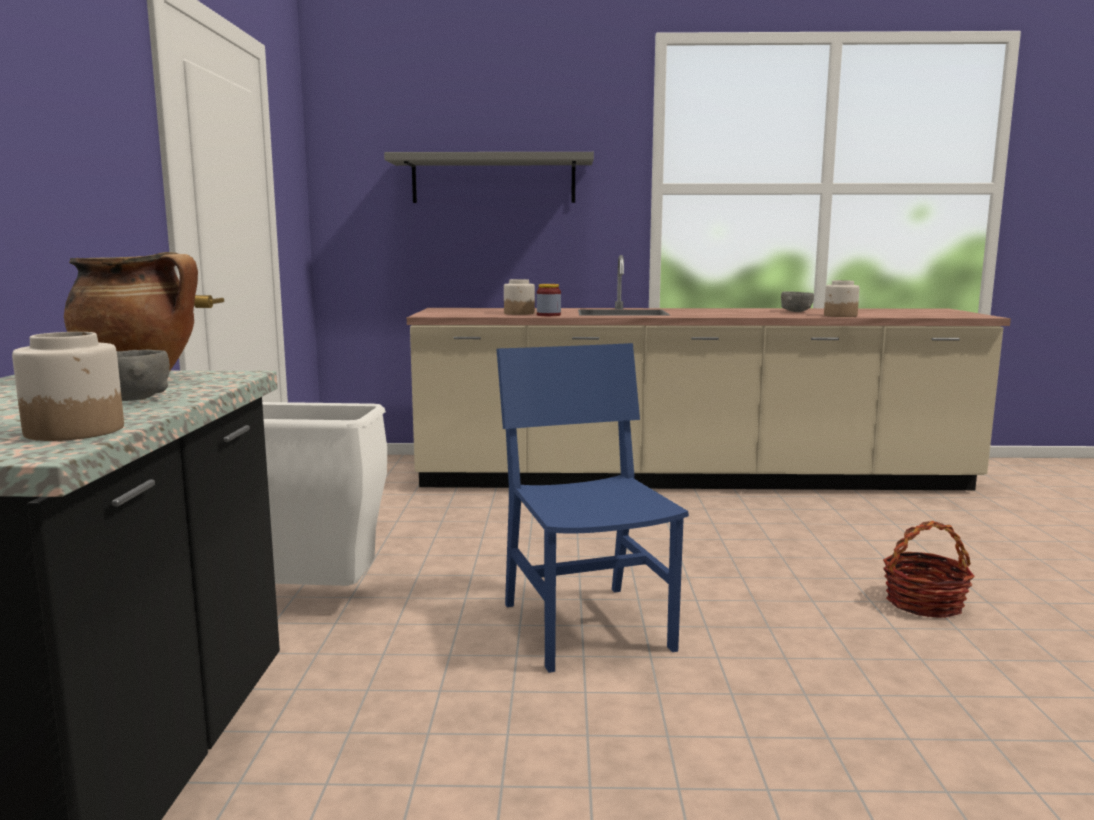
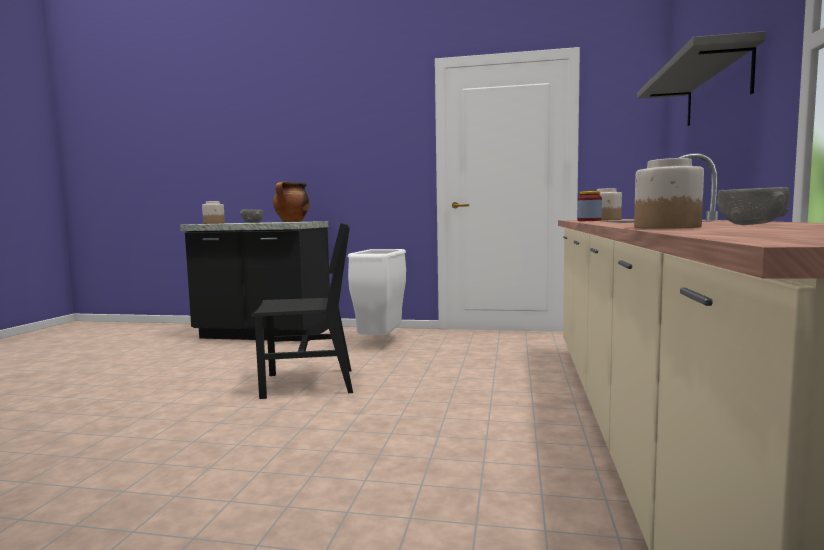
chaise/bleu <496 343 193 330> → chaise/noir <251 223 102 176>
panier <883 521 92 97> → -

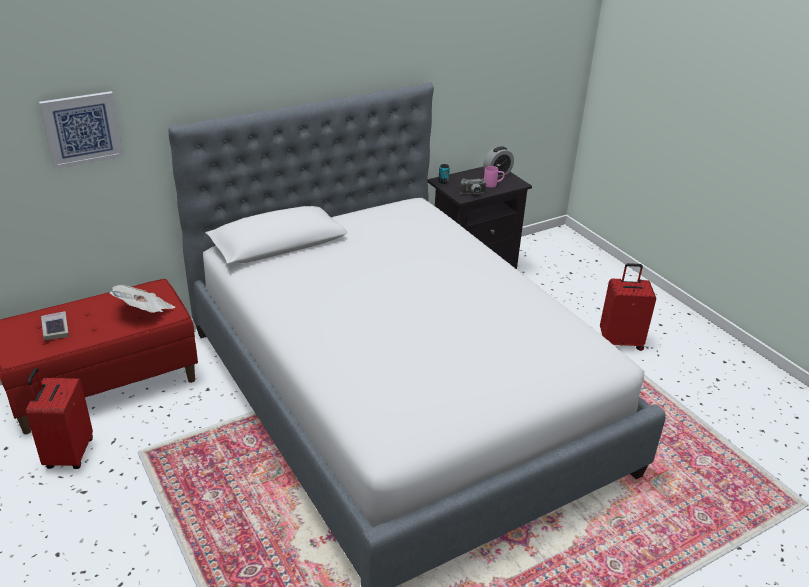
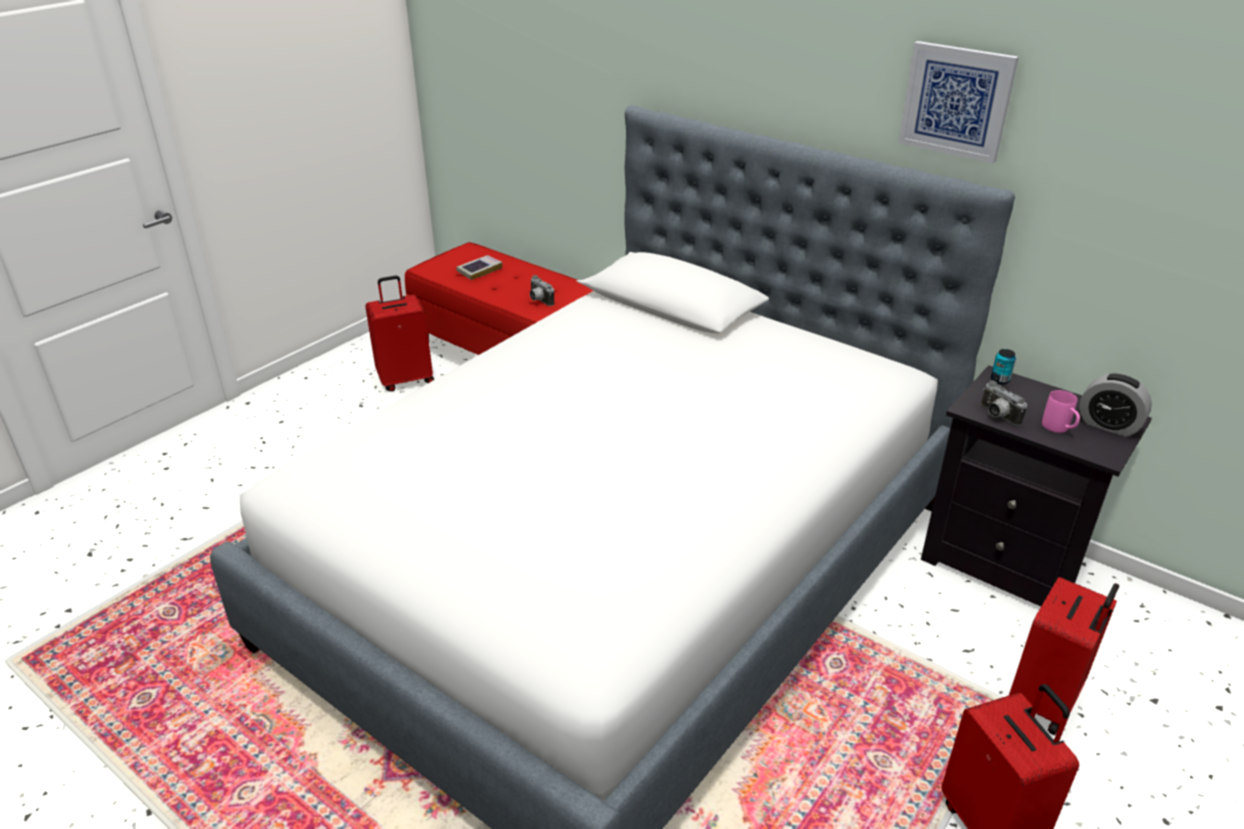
tableau <39 91 85 78> → tableau <898 41 121 122>, shifted
journal <109 285 66 28> → appareil photo <530 275 24 31>
- → valise/rouge <1009 577 110 158>

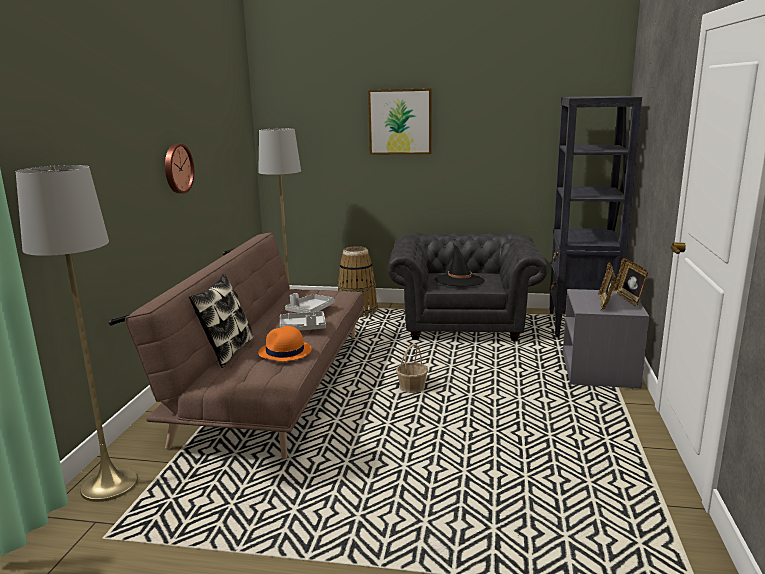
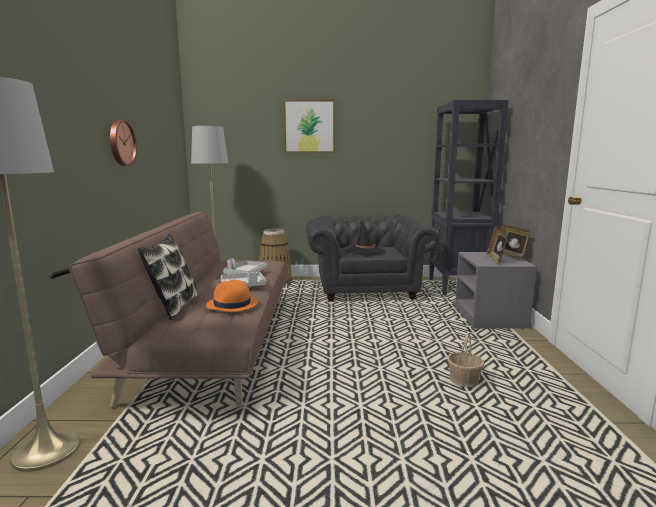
panier <396 344 32 49> → panier <447 332 37 55>, shifted

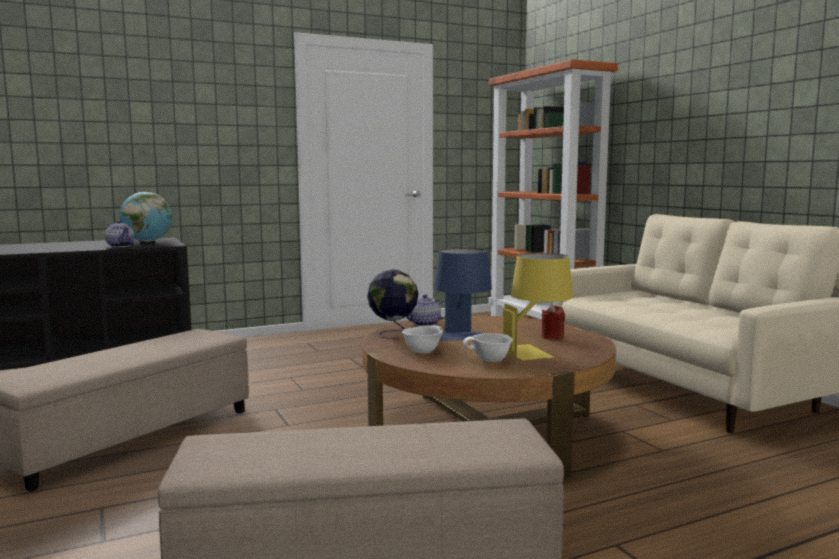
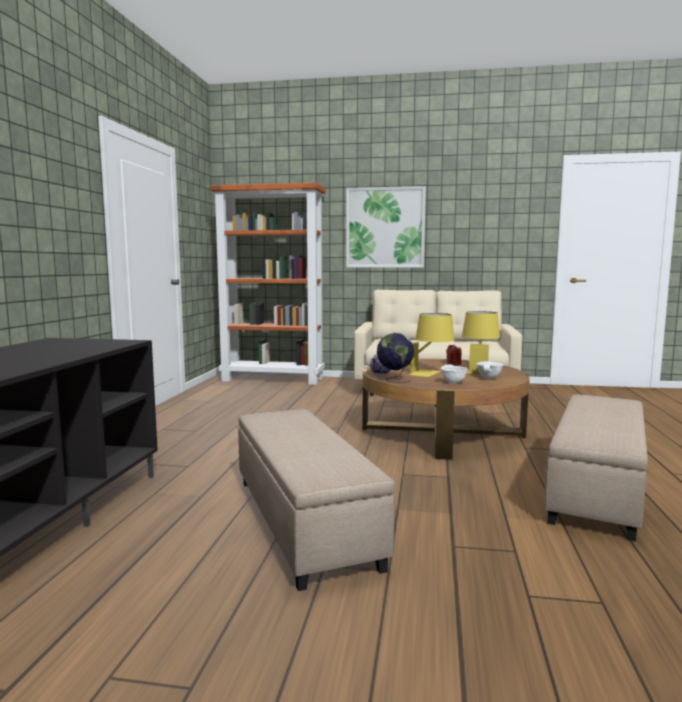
globe <120 192 52 50> → -
théière <105 220 29 27> → -
lampe de table/bleu <434 248 58 93> → lampe de table/jaune <409 313 46 64>
- → tableau <346 186 80 82>

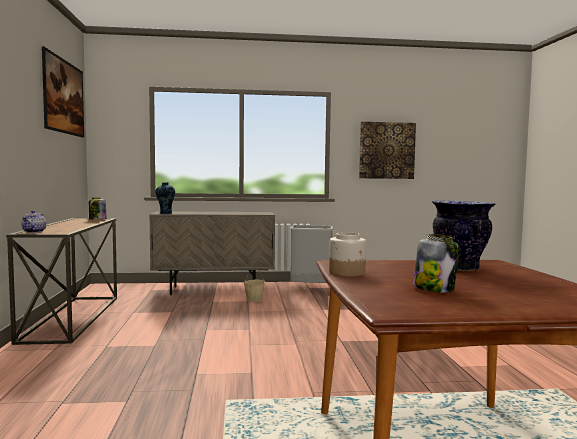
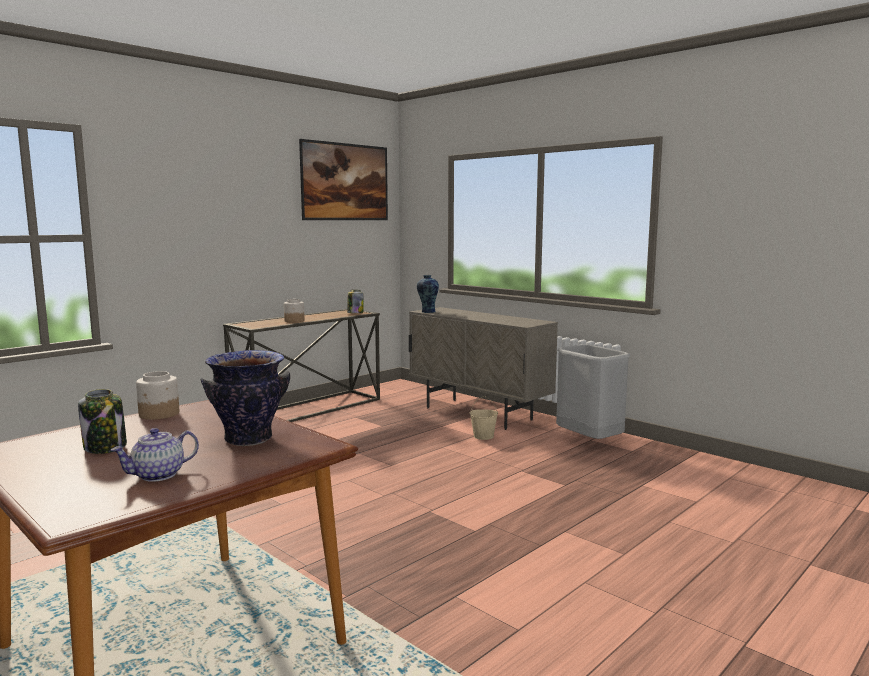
tableau <359 122 57 57> → -
théière <21 210 25 23> → théière <111 428 88 54>, shifted
- → bocal <284 299 21 23>

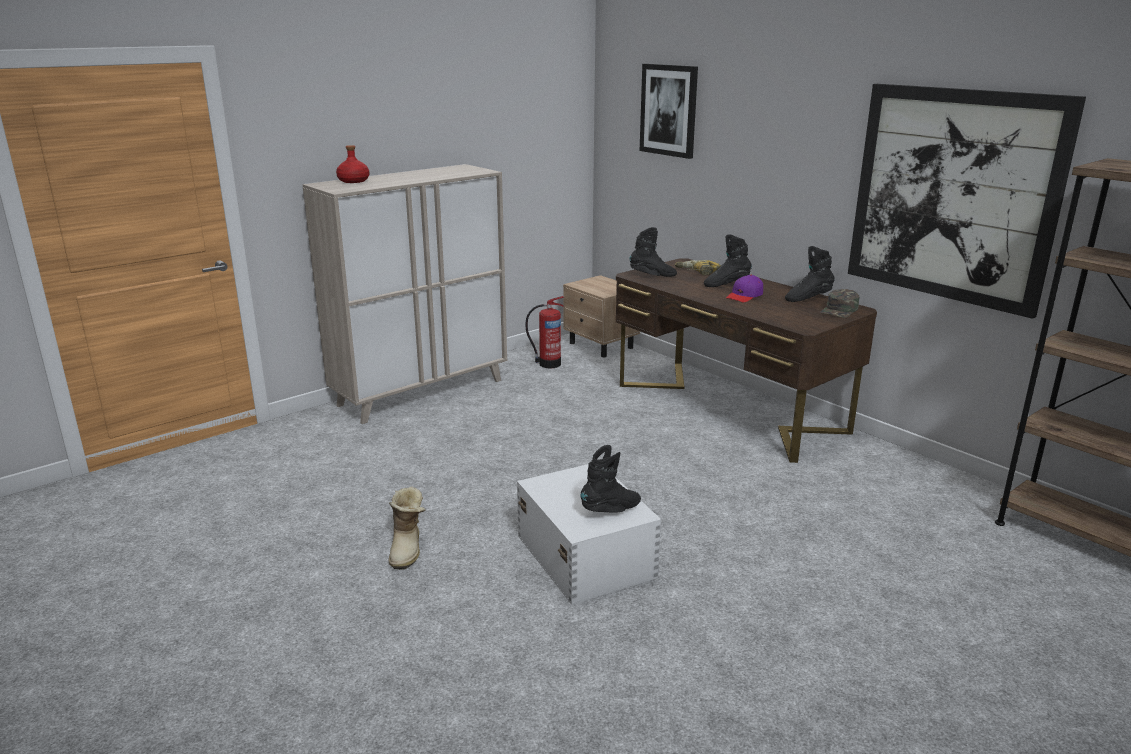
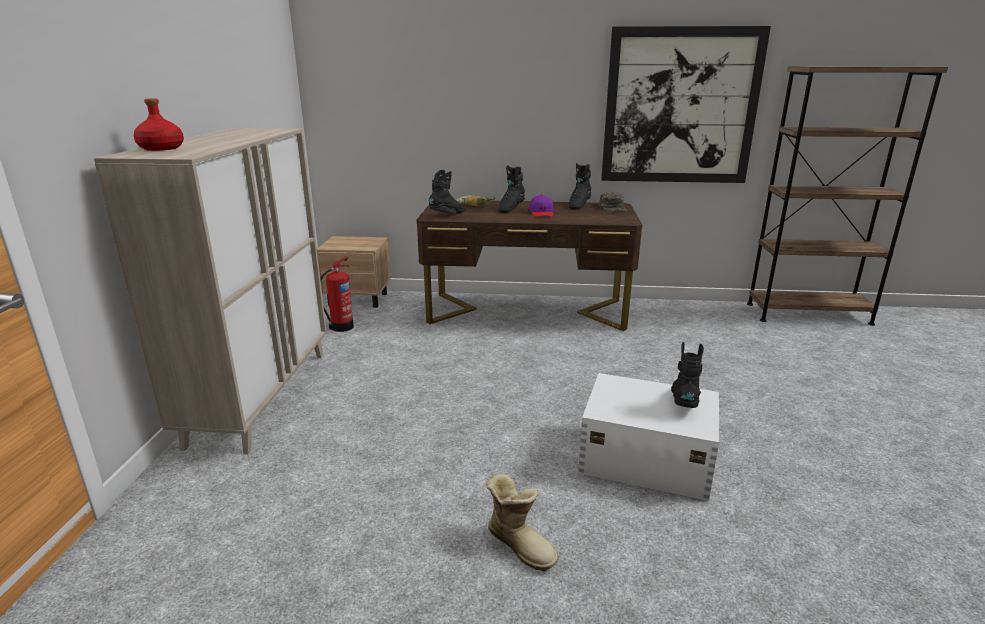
tableau <640 64 58 95> → -

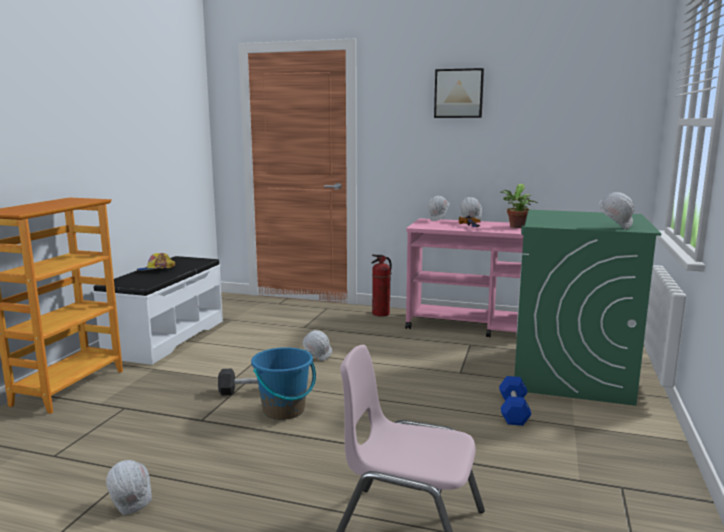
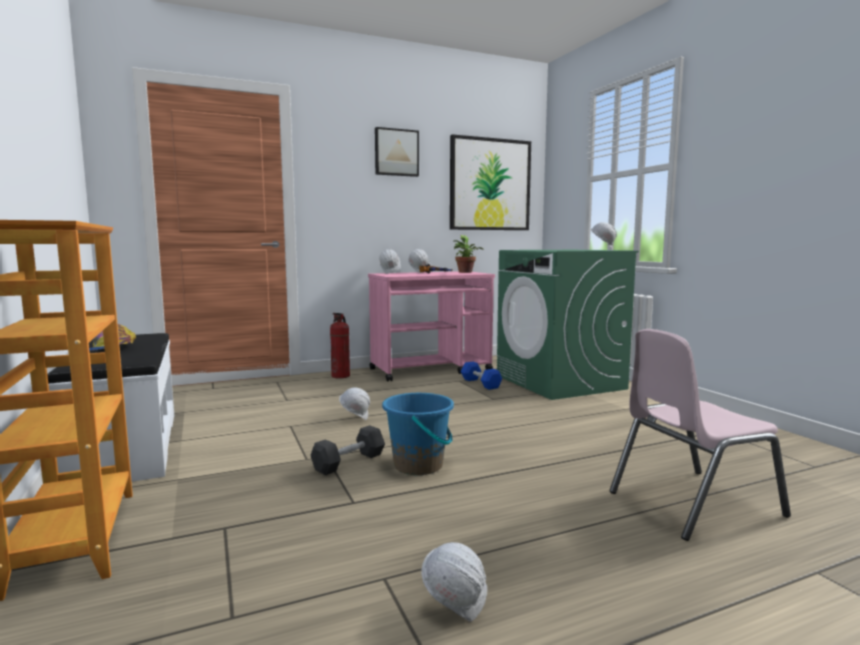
haltère/bleu <499 376 32 50> → haltère/bleu <461 362 42 28>, shifted
- → tableau <450 134 81 96>

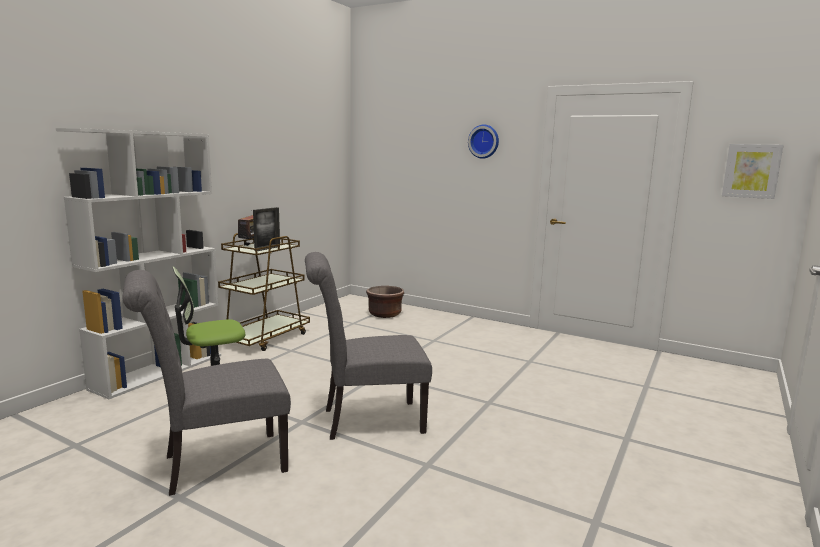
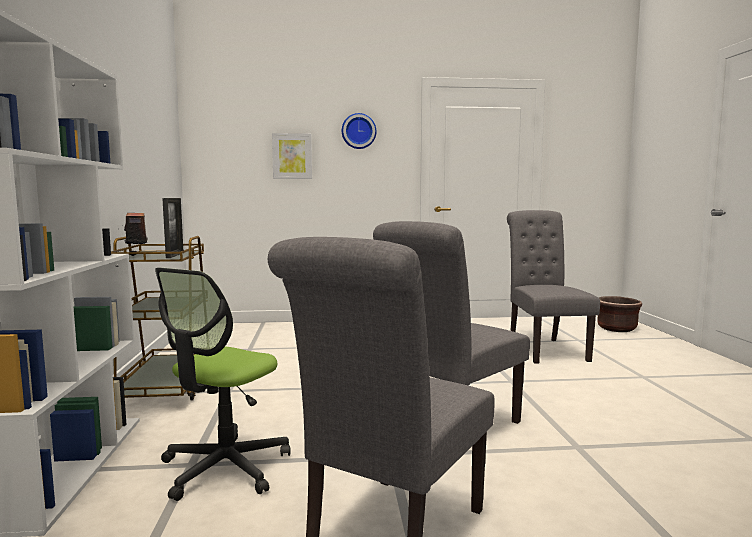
tableau <722 144 62 55> → tableau <272 133 40 46>, shifted
cache-pot/marron <366 286 38 32> → cache-pot/marron <597 296 45 36>, shifted
- → chaise/gris <507 210 93 154>

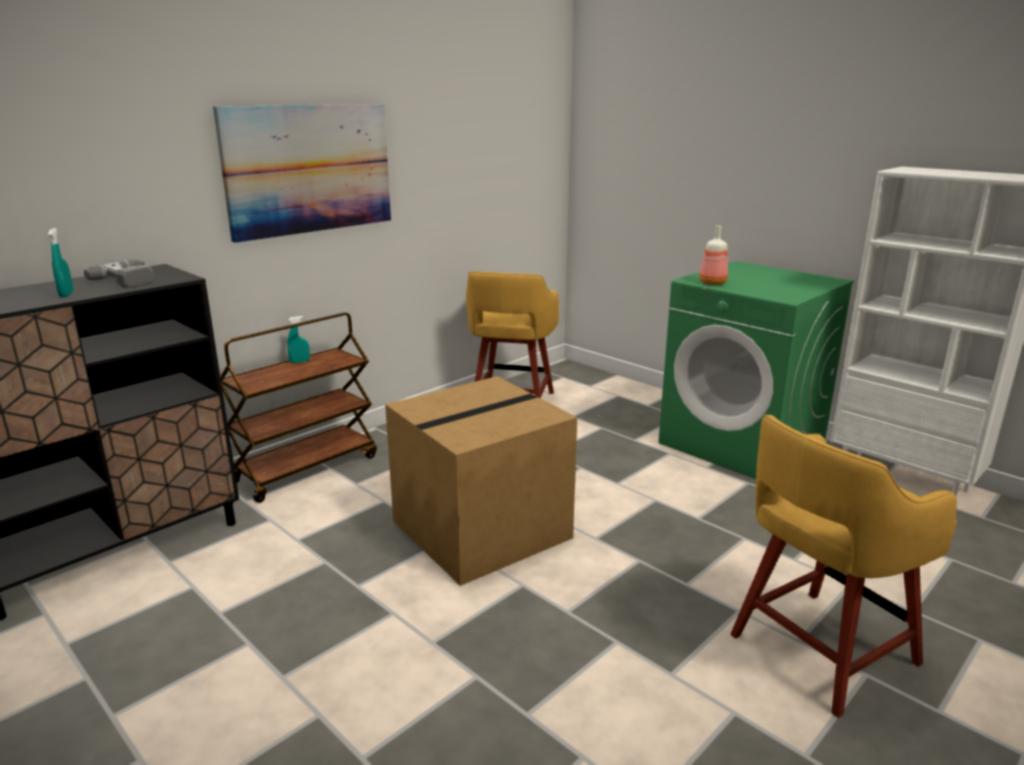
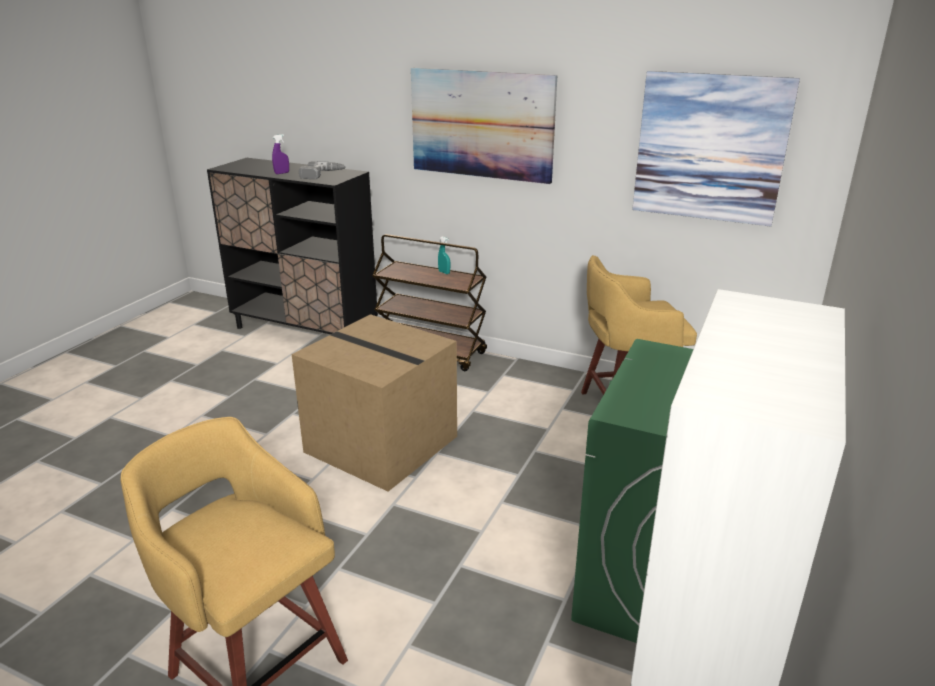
bouteille <699 225 29 60> → -
vaporisateur/turquoise <48 228 25 69> → vaporisateur/violet <272 134 17 40>
- → tableau <632 71 168 155>

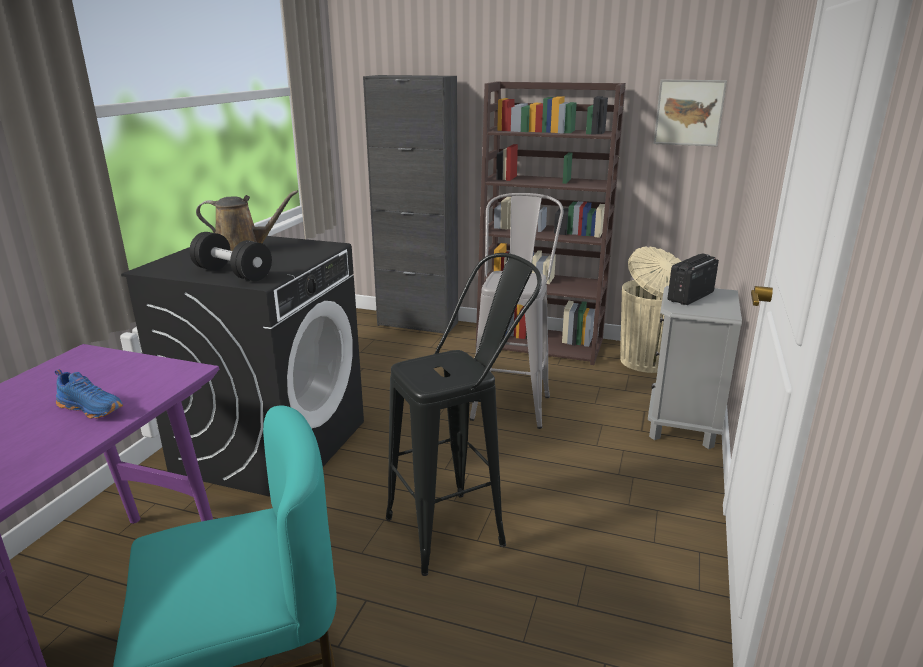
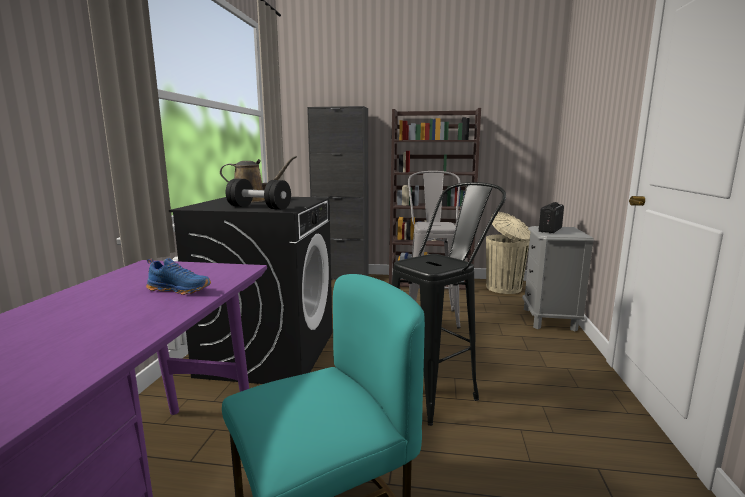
tableau <654 80 73 66> → -

